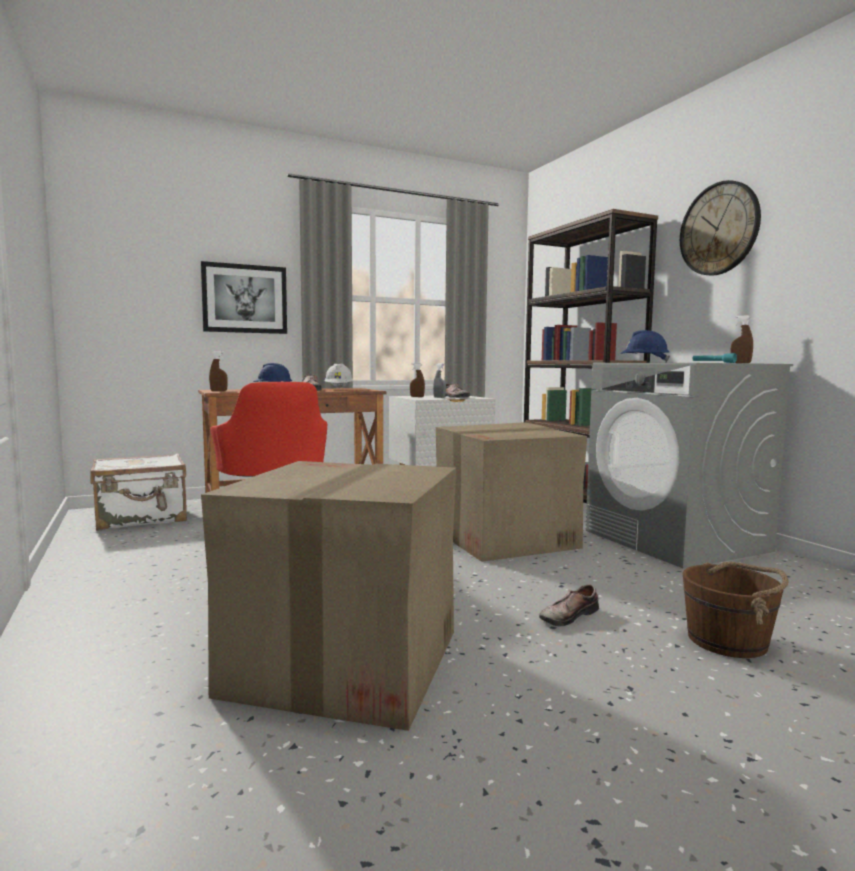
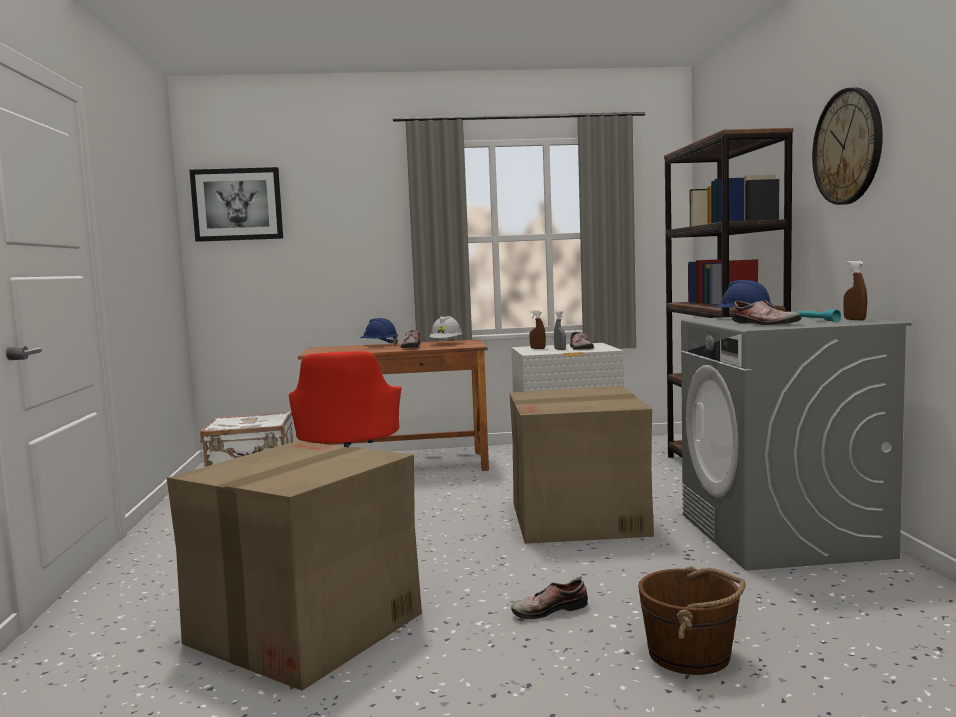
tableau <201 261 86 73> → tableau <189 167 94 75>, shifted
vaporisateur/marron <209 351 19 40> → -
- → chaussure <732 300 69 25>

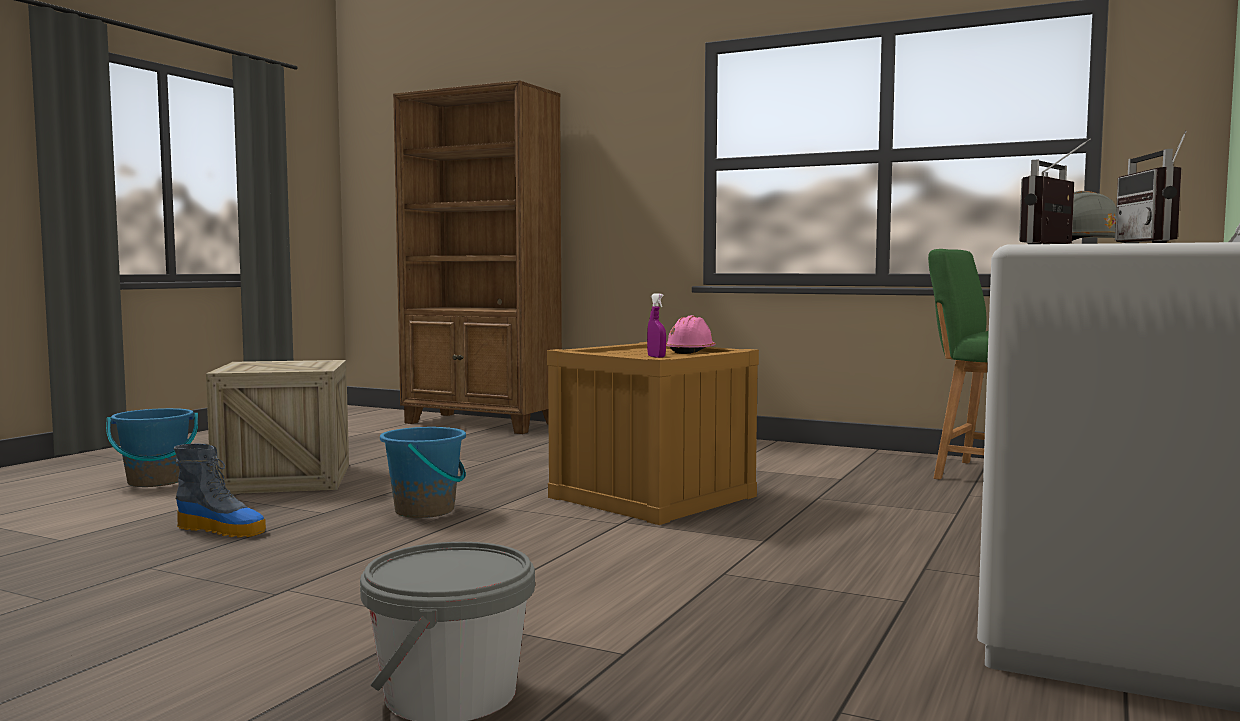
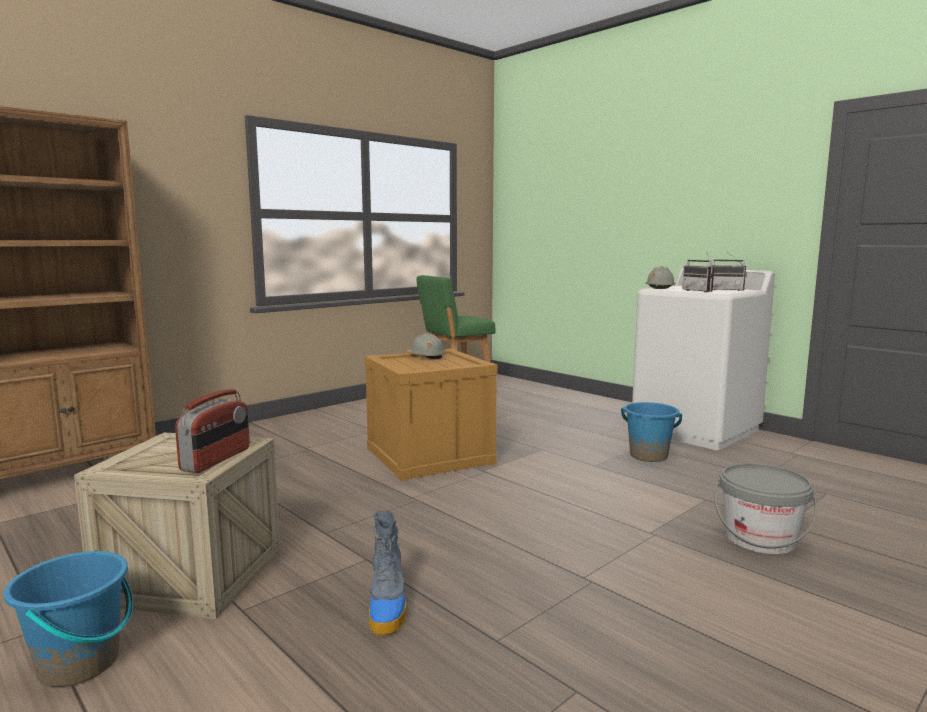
vaporisateur/violet <647 294 19 64> → -
casque de chantier/rose <666 315 50 39> → casque de chantier/gris <407 333 39 27>
seau/bleu <380 427 86 91> → seau/bleu <621 402 61 60>, shifted
botte <174 443 92 95> → botte <369 510 38 126>, 135 degrees clockwise
- → radio <175 389 75 84>

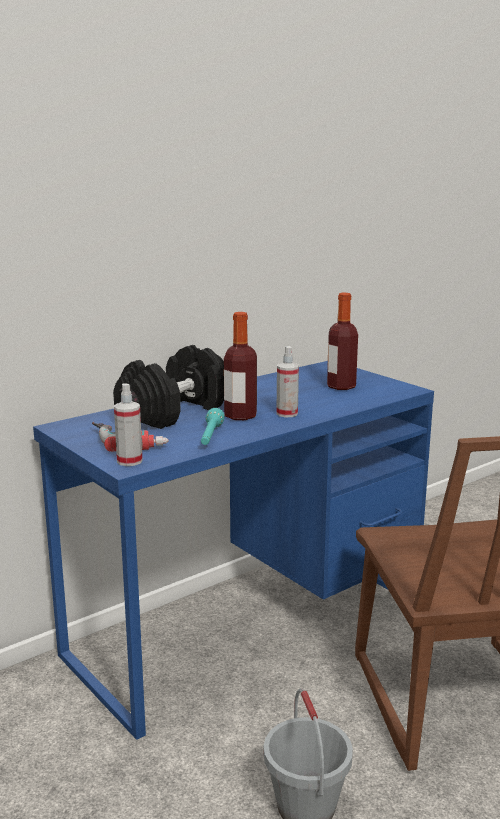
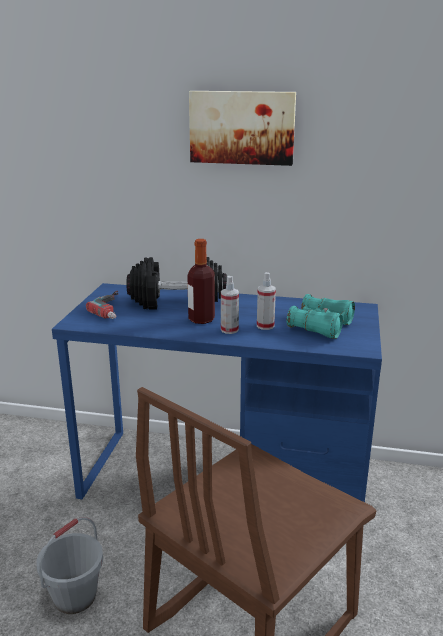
bouteille <327 293 31 97> → jumelles/turquoise <287 294 68 45>
vaporisateur <114 383 29 83> → vaporisateur <257 272 19 58>, shifted
lampe de poche/turquoise <201 408 24 37> → -
- → tableau <189 91 107 75>

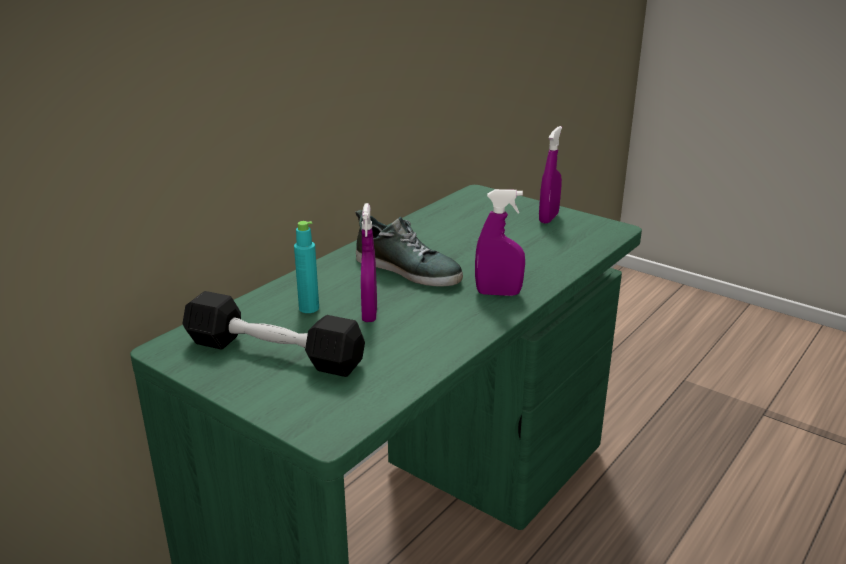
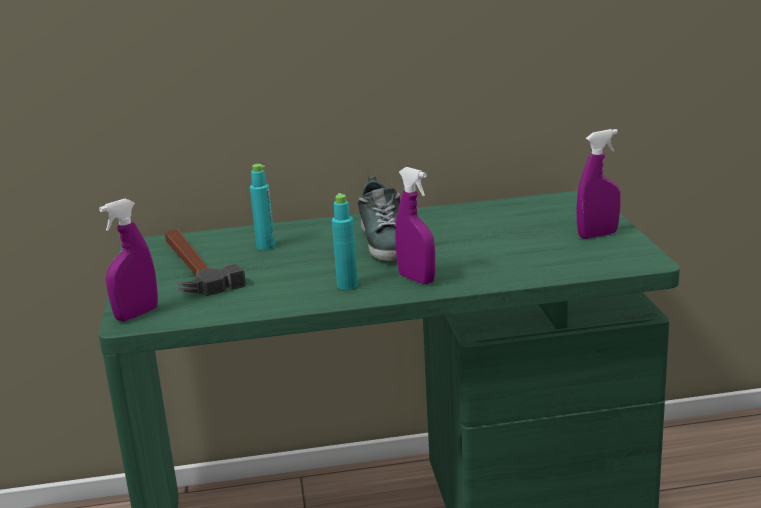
vaporisateur/violet <361 203 16 119> → vaporisateur/violet <99 199 59 122>, shifted
haltère/noir <182 291 183 86> → marteau <165 229 81 67>
- → bouteille/turquoise <332 193 26 97>

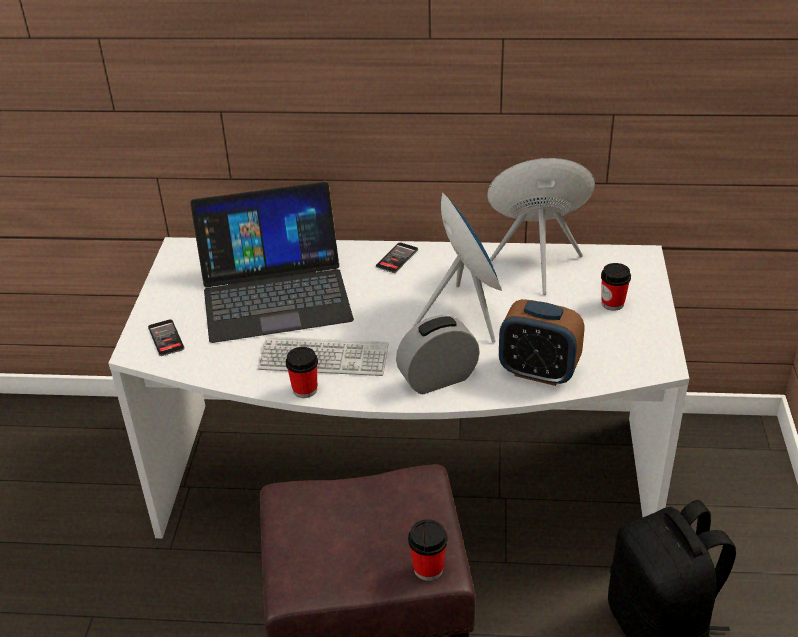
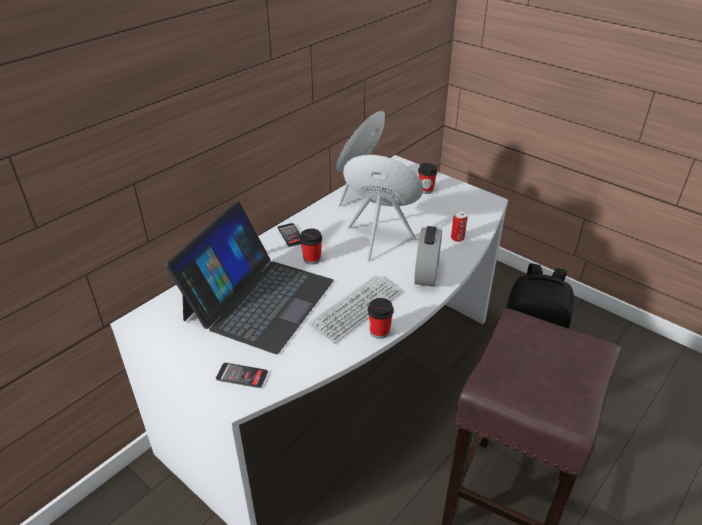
réveil <499 299 85 87> → boîte métallique <451 211 16 31>
tasse <408 519 40 62> → tasse <300 229 22 36>, shifted

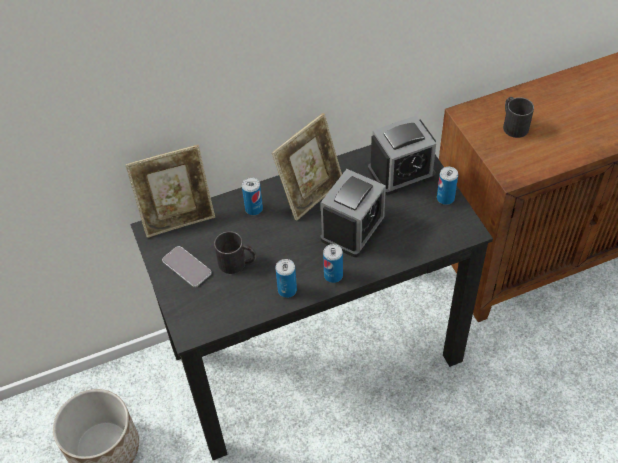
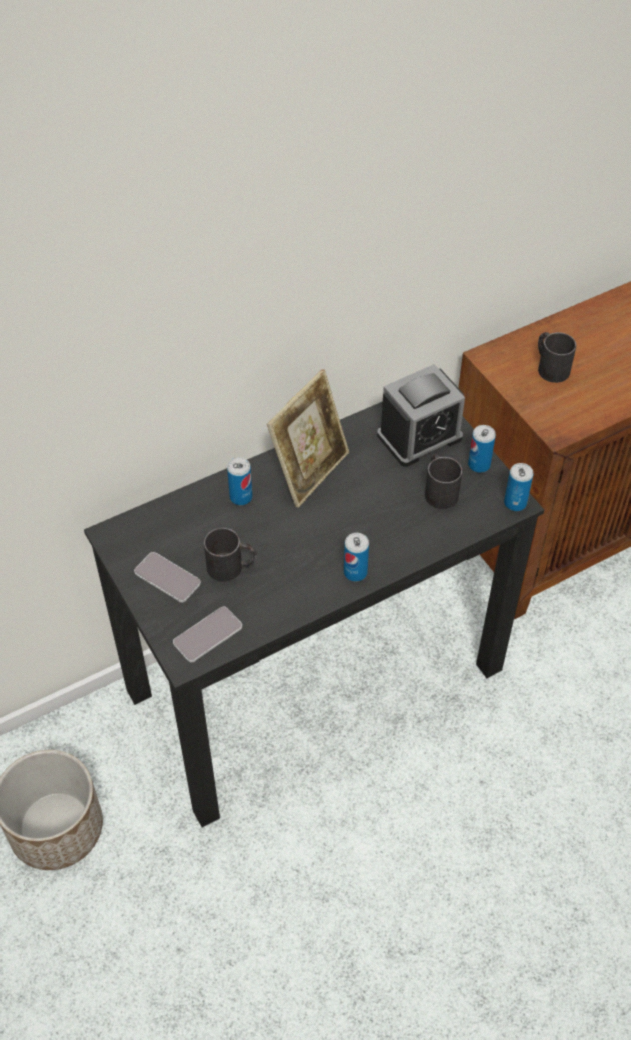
cadre photo <125 145 90 93> → -
réveil <321 169 65 88> → -
boîte métallique <275 259 22 39> → boîte métallique <504 463 29 48>, shifted
- → mug/noir <425 454 37 55>
- → téléphone <173 607 69 56>

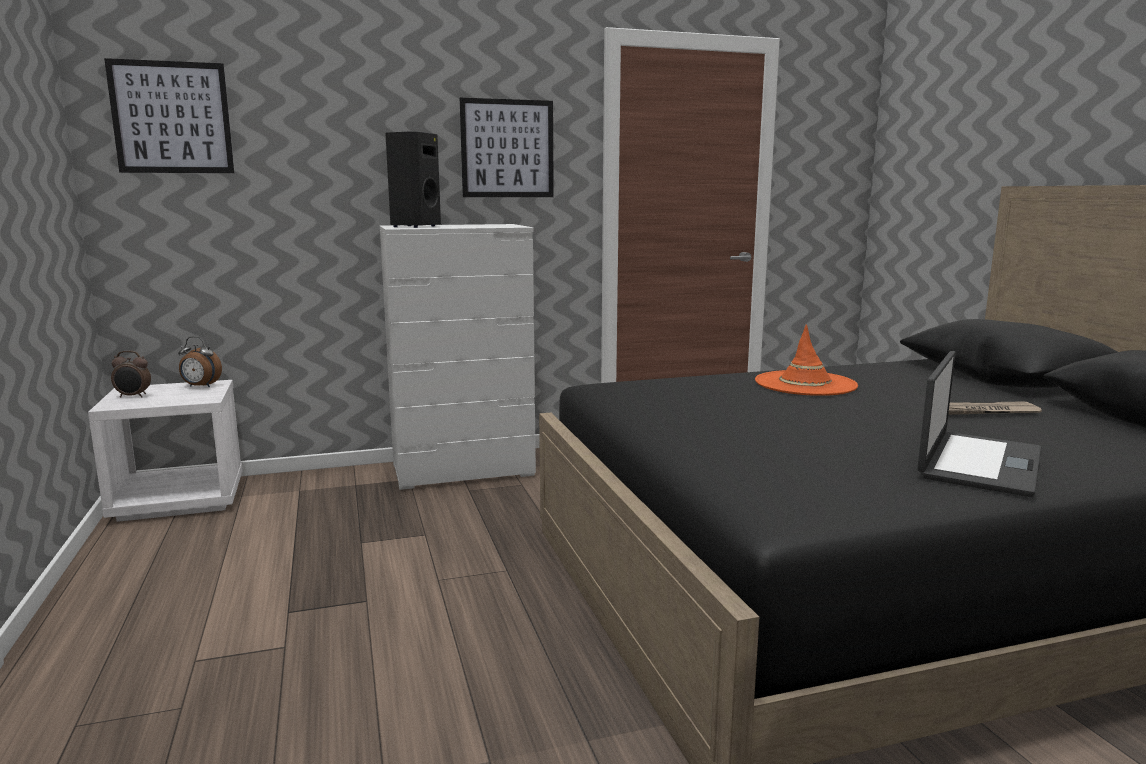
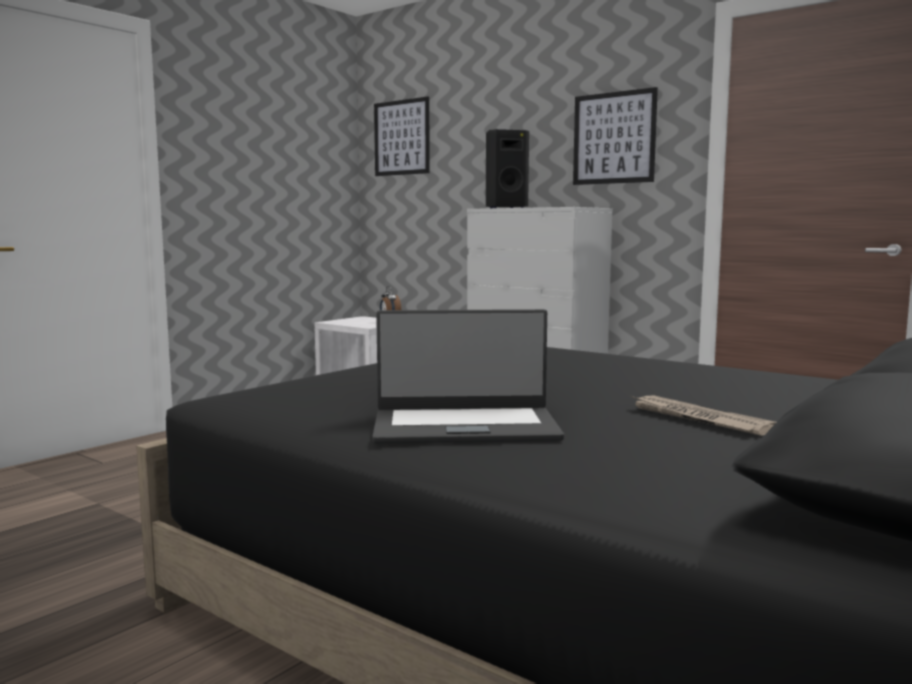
chapeau/orange <755 324 103 72> → -
réveil <111 351 40 47> → -

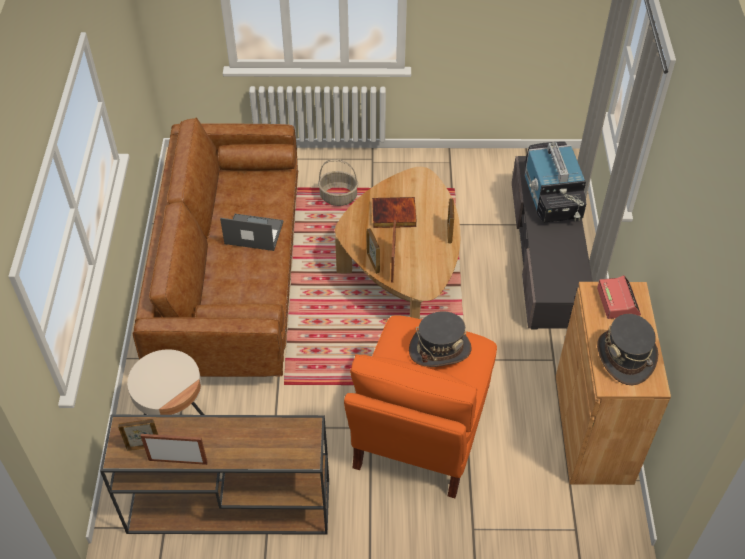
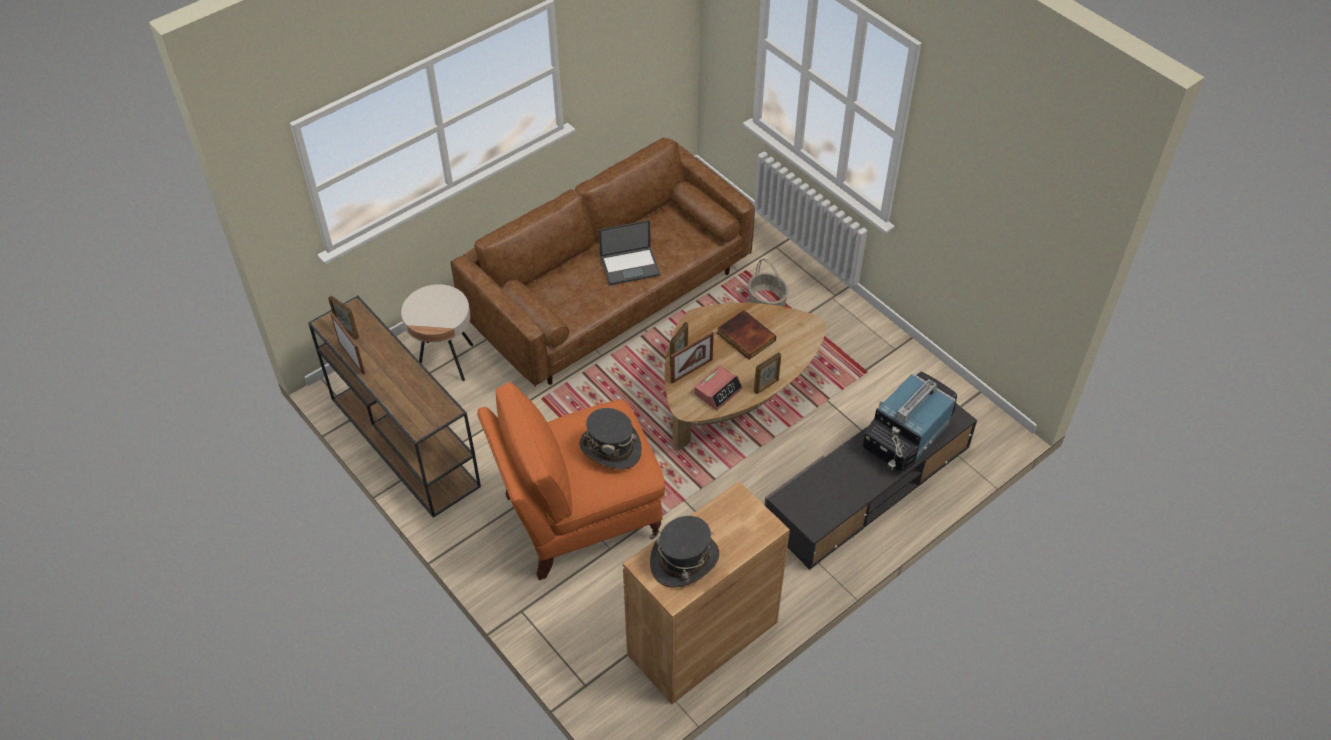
ordinateur portable <220 214 63 37> → ordinateur portable <599 220 61 65>, 105 degrees clockwise
réveil <597 275 44 44> → réveil <694 365 49 45>, shifted

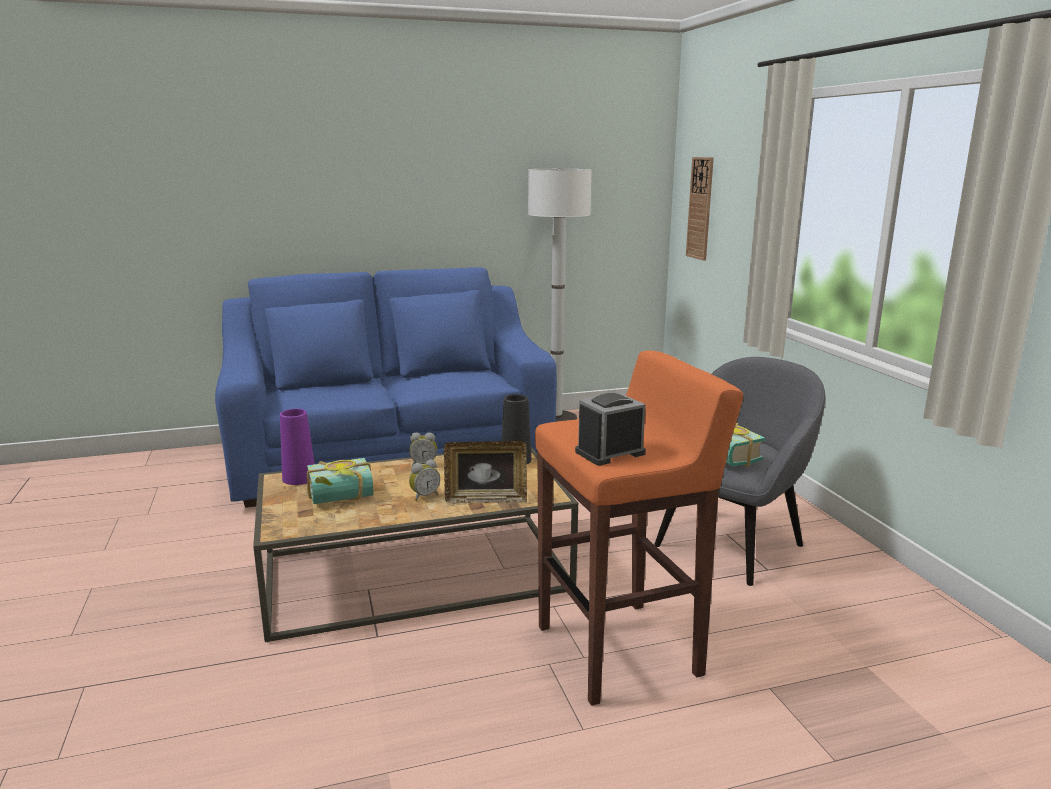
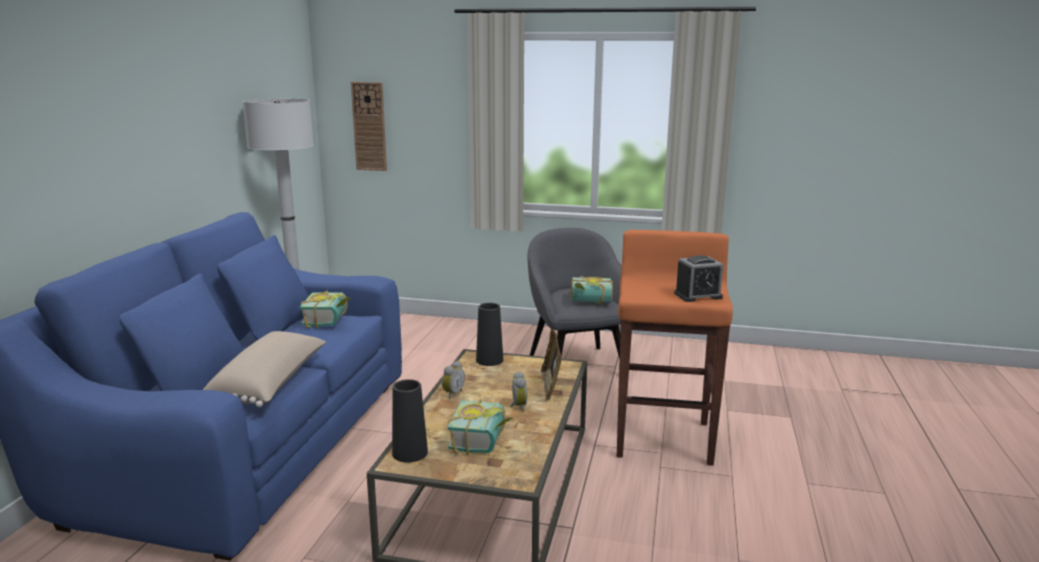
réveil <575 393 71 72> → réveil <674 255 49 47>, 105 degrees counterclockwise
vase/violet <280 409 35 76> → vase/noir <392 379 36 84>
cadre photo <444 441 83 62> → cadre photo <541 328 20 74>, 150 degrees clockwise
- → livre <300 291 51 37>
- → coussin/beige <203 331 123 76>

